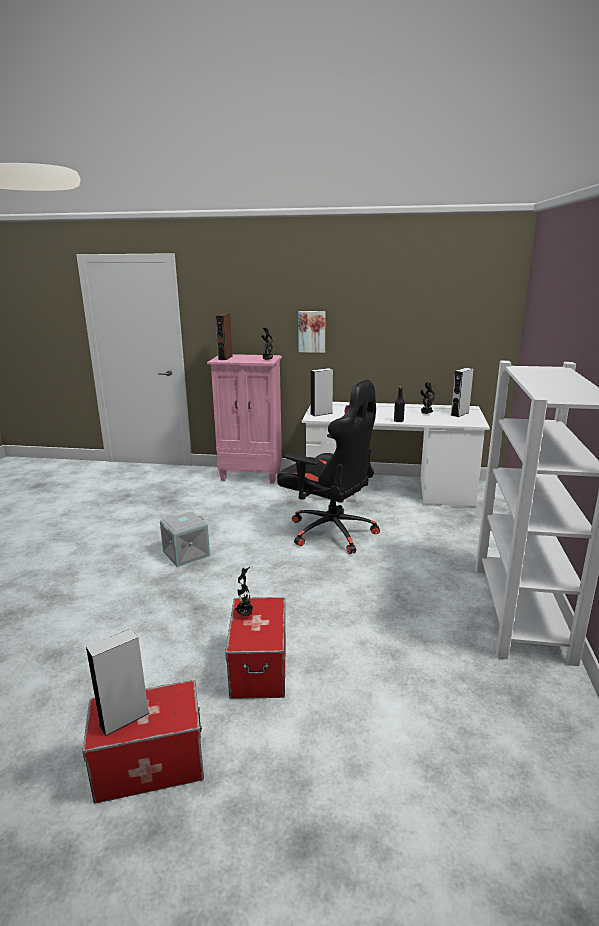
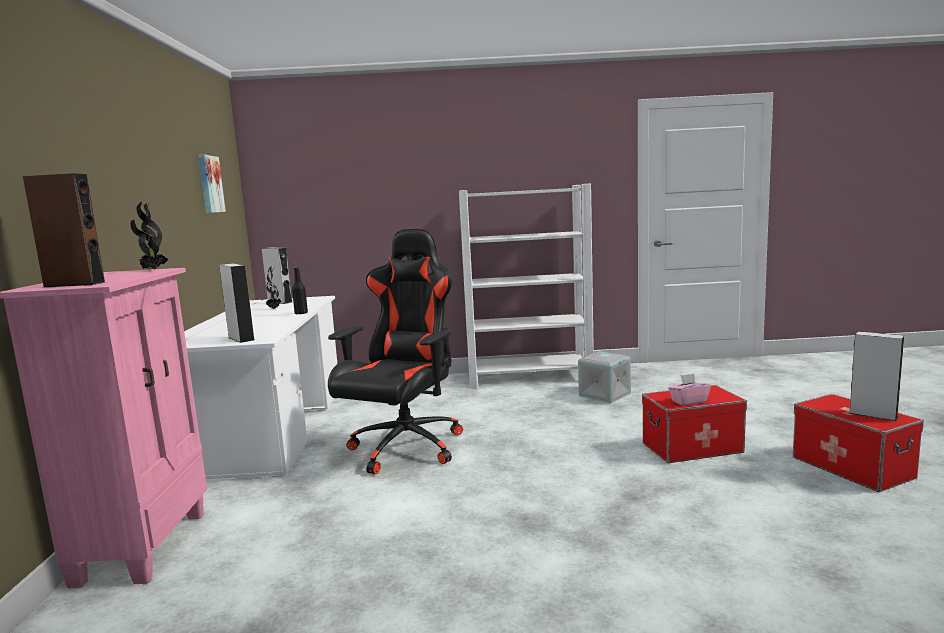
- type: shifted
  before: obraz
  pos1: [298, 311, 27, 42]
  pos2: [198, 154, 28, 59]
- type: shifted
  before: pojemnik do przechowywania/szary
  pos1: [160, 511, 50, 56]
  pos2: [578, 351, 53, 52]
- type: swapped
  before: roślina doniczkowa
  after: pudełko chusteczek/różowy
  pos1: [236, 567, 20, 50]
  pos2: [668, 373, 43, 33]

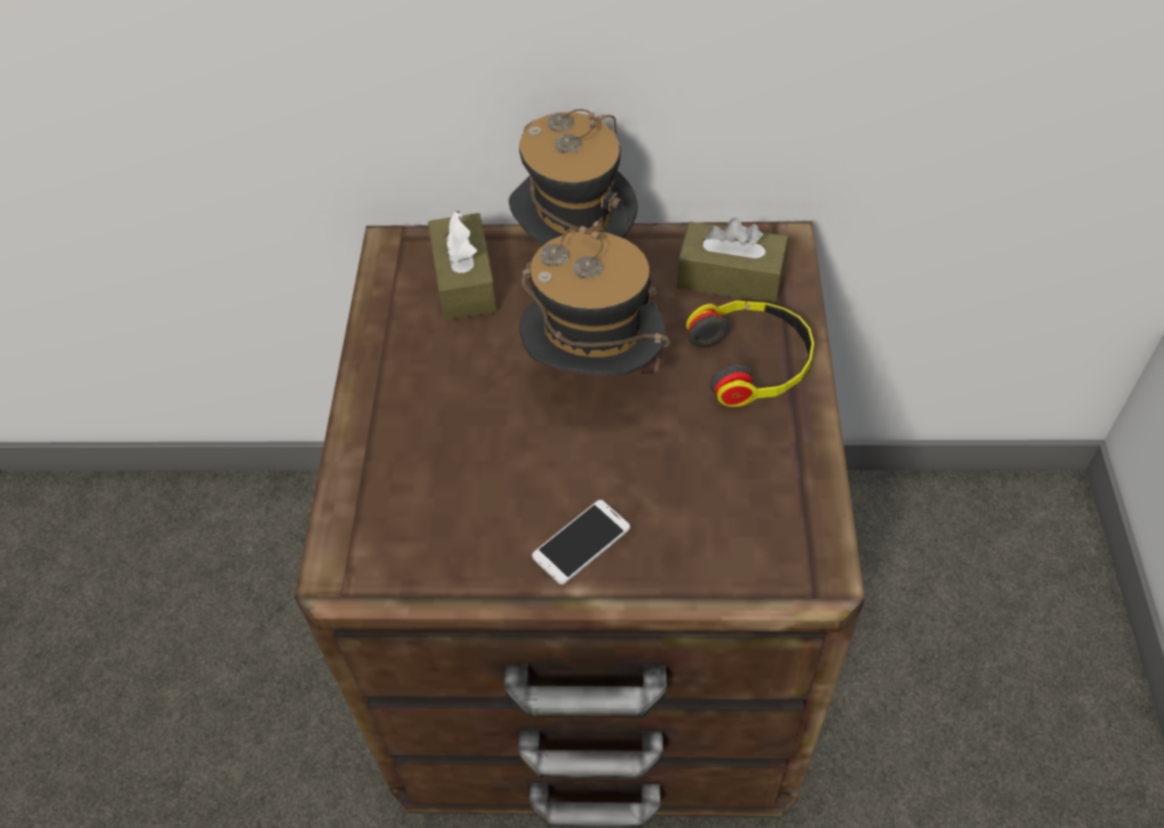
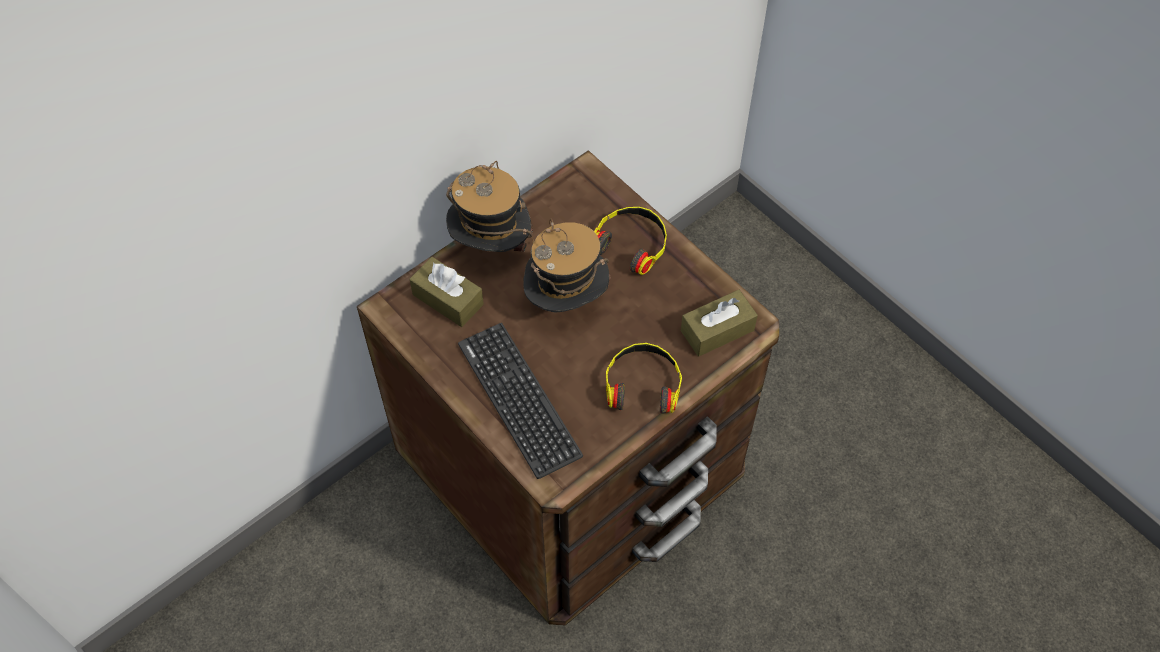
- type: new
  after: klawiatura
  pos2: [458, 323, 125, 156]
- type: swapped
  before: telefon
  after: słuchawki
  pos1: [532, 500, 98, 85]
  pos2: [606, 343, 76, 71]
- type: shifted
  before: pudełko chusteczek/brązowy
  pos1: [677, 217, 112, 87]
  pos2: [681, 290, 77, 67]

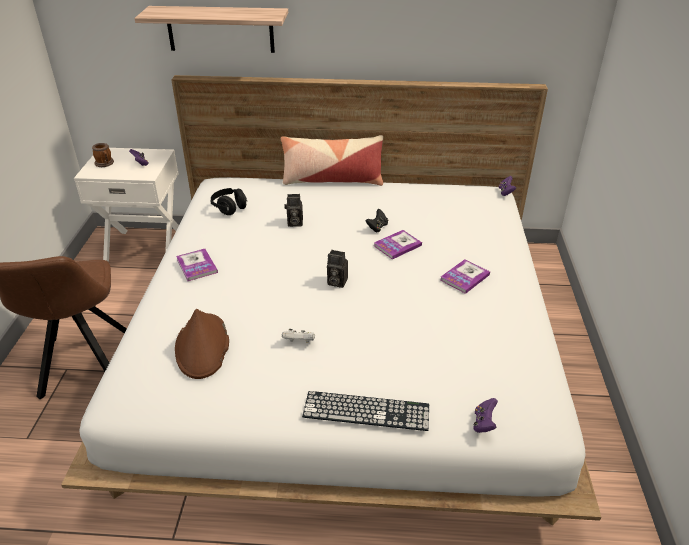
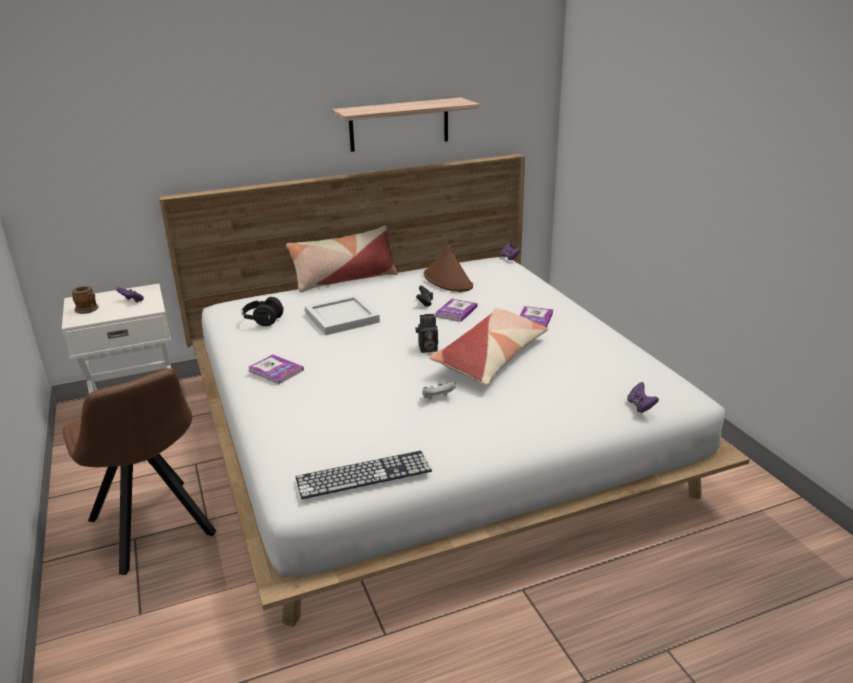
- type: shifted
  before: klawiatura
  pos1: [302, 391, 127, 40]
  pos2: [296, 451, 136, 48]
- type: swapped
  before: aparat fotograficzny
  after: taca/biały
  pos1: [284, 194, 19, 33]
  pos2: [305, 295, 75, 40]
- type: shifted
  before: półka
  pos1: [134, 6, 154, 47]
  pos2: [332, 98, 147, 54]
- type: shifted
  before: kapelusz/brązowy
  pos1: [175, 309, 54, 70]
  pos2: [424, 245, 49, 47]
- type: new
  after: poduszka
  pos2: [429, 308, 119, 77]

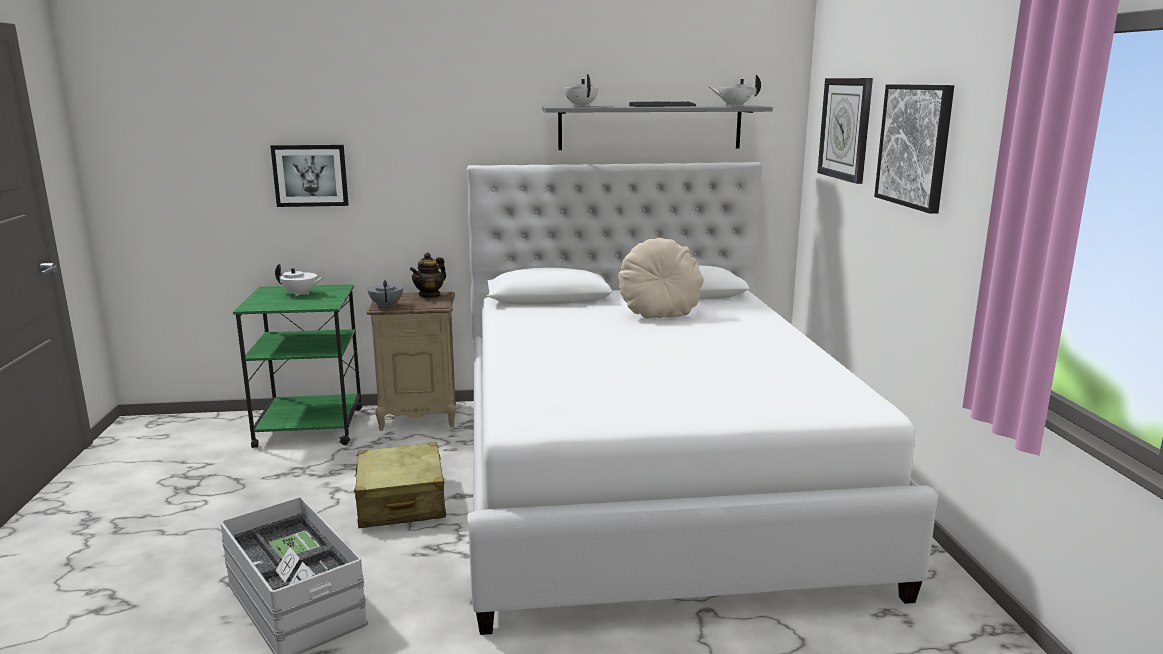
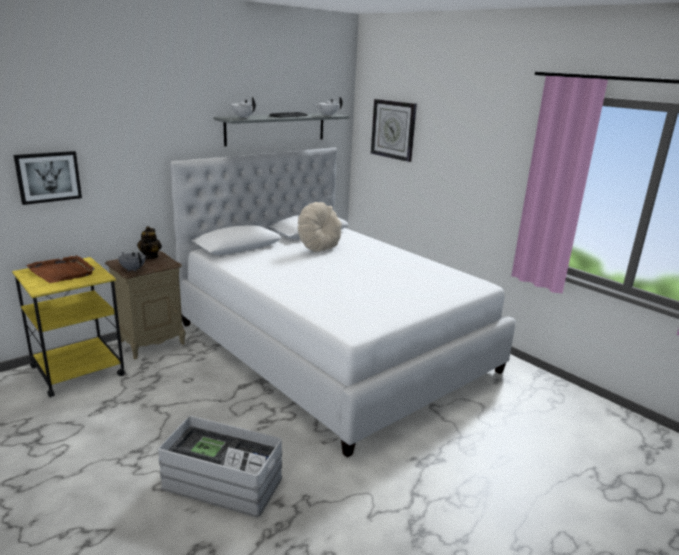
- type: repainted
  before: wózek/zielony
  after: wózek/żółty
  pos1: [233, 284, 130, 164]
  pos2: [12, 257, 113, 140]
- type: swapped
  before: imbryk/biały
  after: taca/brązowy
  pos1: [275, 264, 49, 33]
  pos2: [26, 255, 69, 28]
- type: gone
  before: walizka/beżowy
  pos1: [354, 442, 92, 86]
- type: gone
  before: obraz
  pos1: [874, 84, 80, 130]

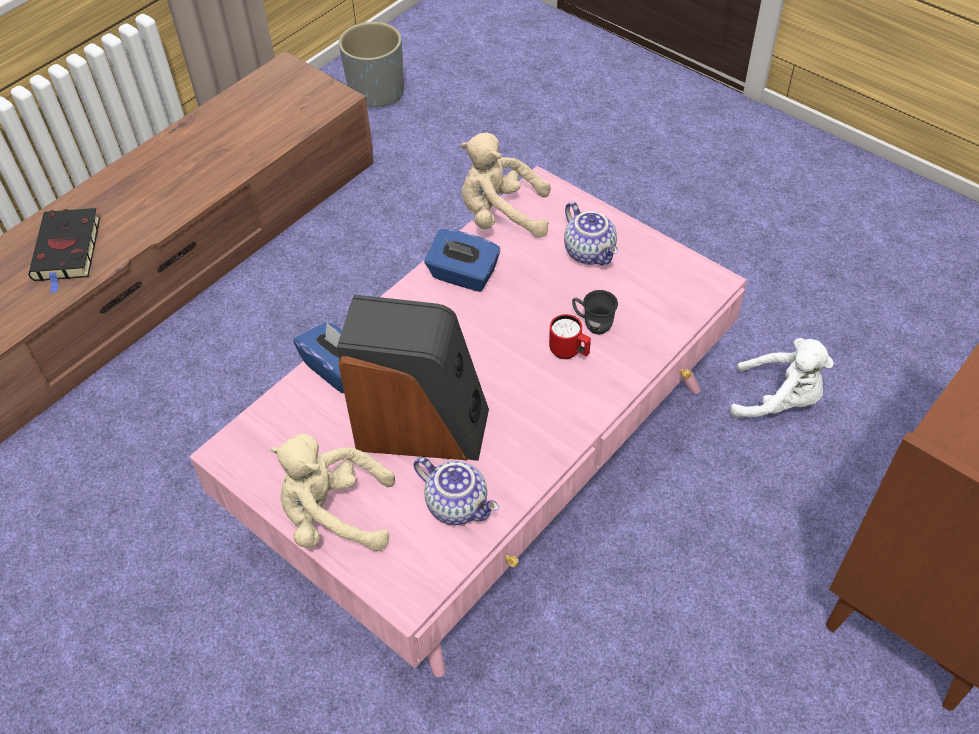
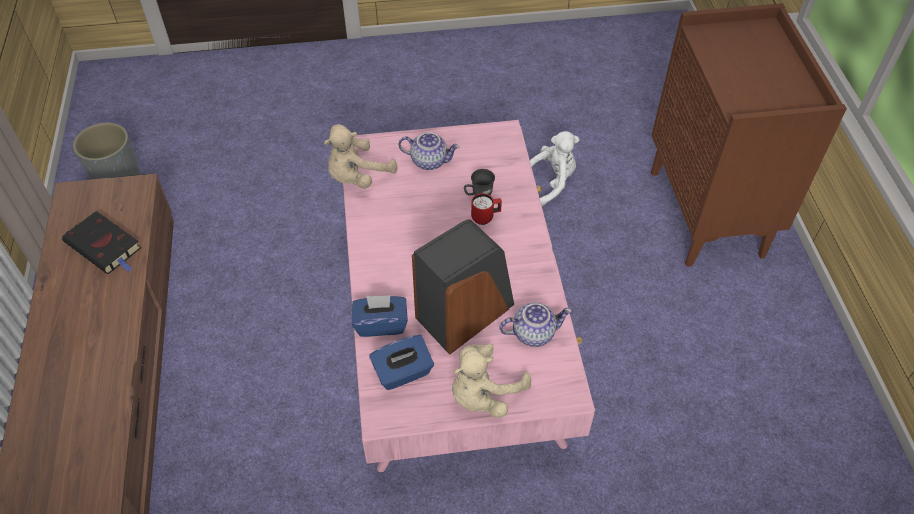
- type: shifted
  before: książka/czarny
  pos1: [29, 208, 71, 85]
  pos2: [62, 211, 79, 63]
- type: shifted
  before: pudełko chusteczek/niebieski
  pos1: [424, 229, 76, 63]
  pos2: [369, 335, 65, 55]

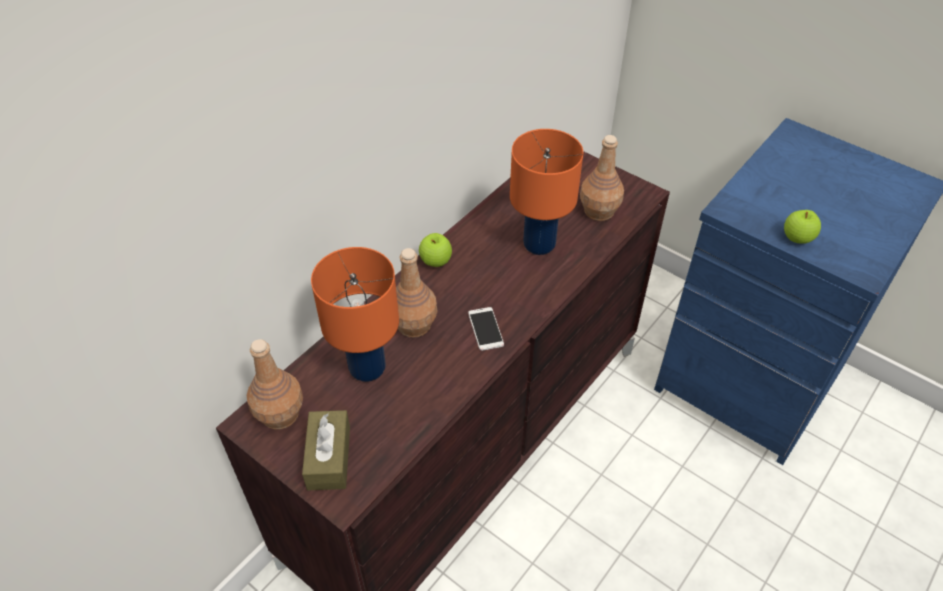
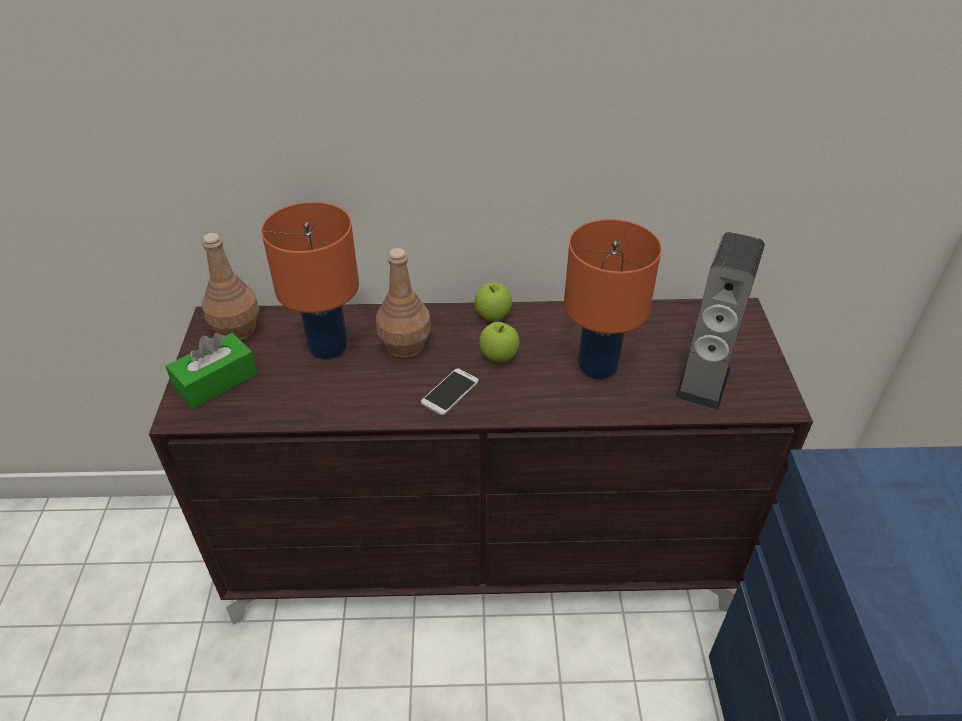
- type: repainted
  before: pudełko chusteczek/brązowy
  after: pudełko chusteczek/zielony
  pos1: [302, 410, 48, 80]
  pos2: [165, 333, 93, 76]
- type: shifted
  before: jabłko
  pos1: [784, 210, 37, 34]
  pos2: [479, 322, 40, 40]
- type: swapped
  before: butelka/brązowy
  after: głośnik
  pos1: [580, 135, 44, 86]
  pos2: [675, 232, 90, 178]

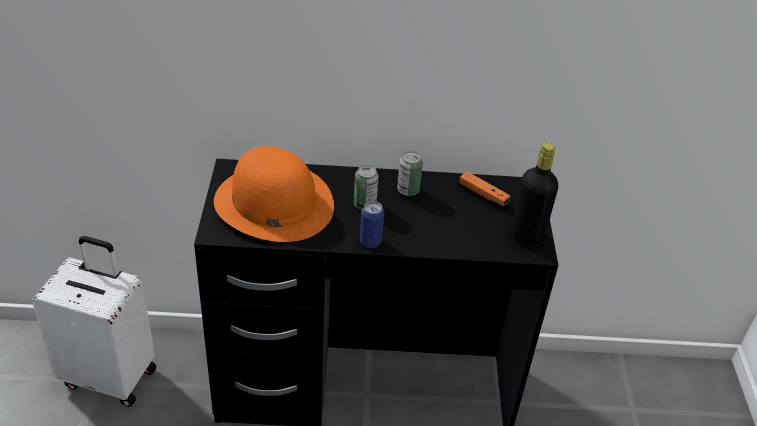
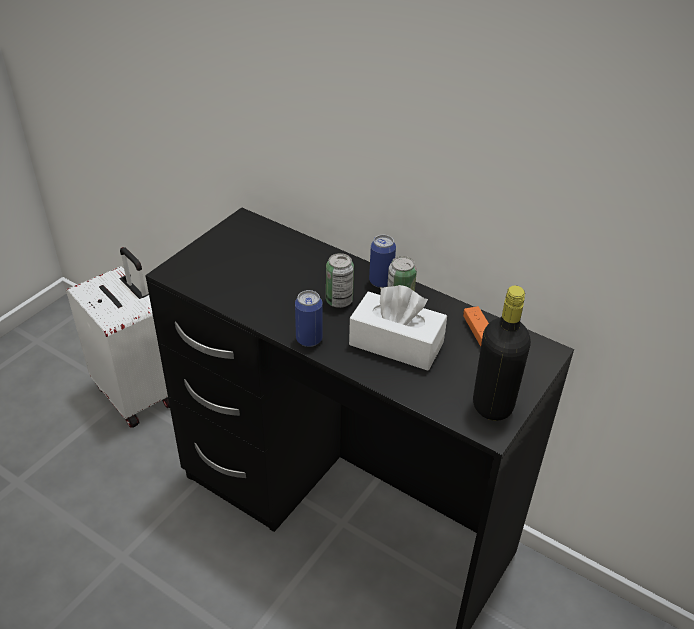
- type: new
  after: pudełko chusteczek/biały
  pos2: [349, 285, 98, 86]
- type: new
  after: puszka
  pos2: [369, 235, 27, 53]
- type: gone
  before: kapelusz/pomarańczowy
  pos1: [214, 146, 120, 96]

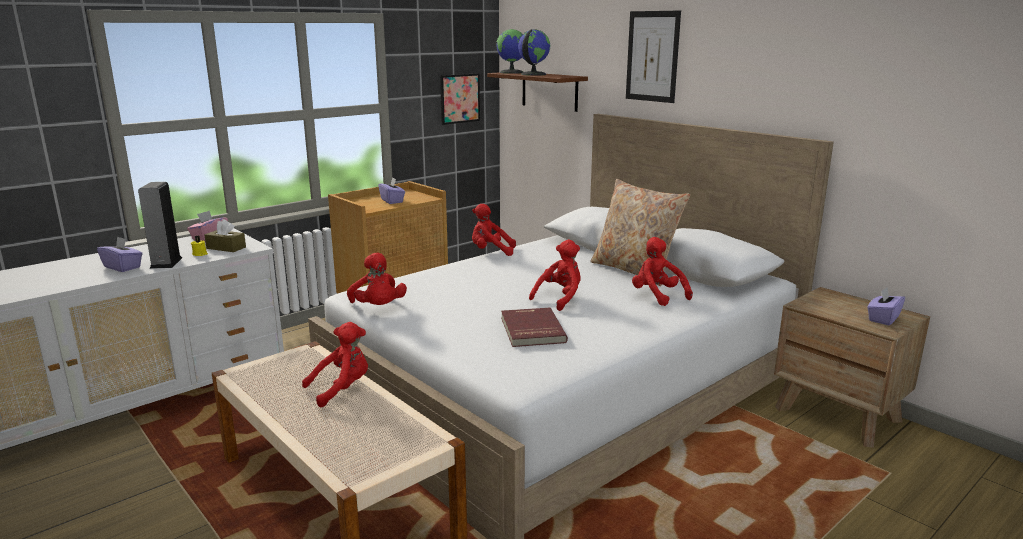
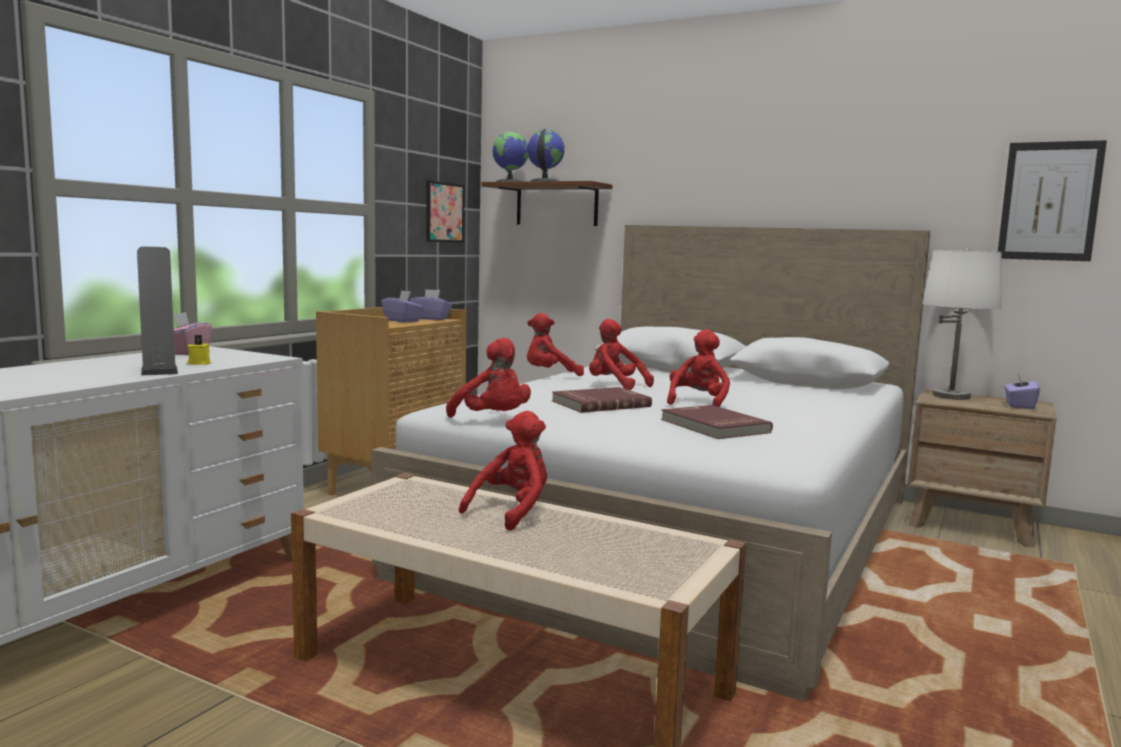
- type: shifted
  before: pudełko chusteczek/fioletowy
  pos1: [97, 236, 46, 36]
  pos2: [409, 289, 43, 31]
- type: new
  after: książka/czerwony
  pos2: [552, 387, 100, 26]
- type: shifted
  before: pluszak/czerwony
  pos1: [632, 237, 61, 69]
  pos2: [589, 319, 65, 71]
- type: new
  after: lampa stołowa/biały
  pos2: [922, 249, 80, 151]
- type: shifted
  before: obraz
  pos1: [626, 11, 55, 92]
  pos2: [998, 140, 109, 121]
- type: gone
  before: pudełko chusteczek/brązowy
  pos1: [205, 219, 41, 33]
- type: gone
  before: poduszka/beżowy
  pos1: [590, 179, 100, 107]

